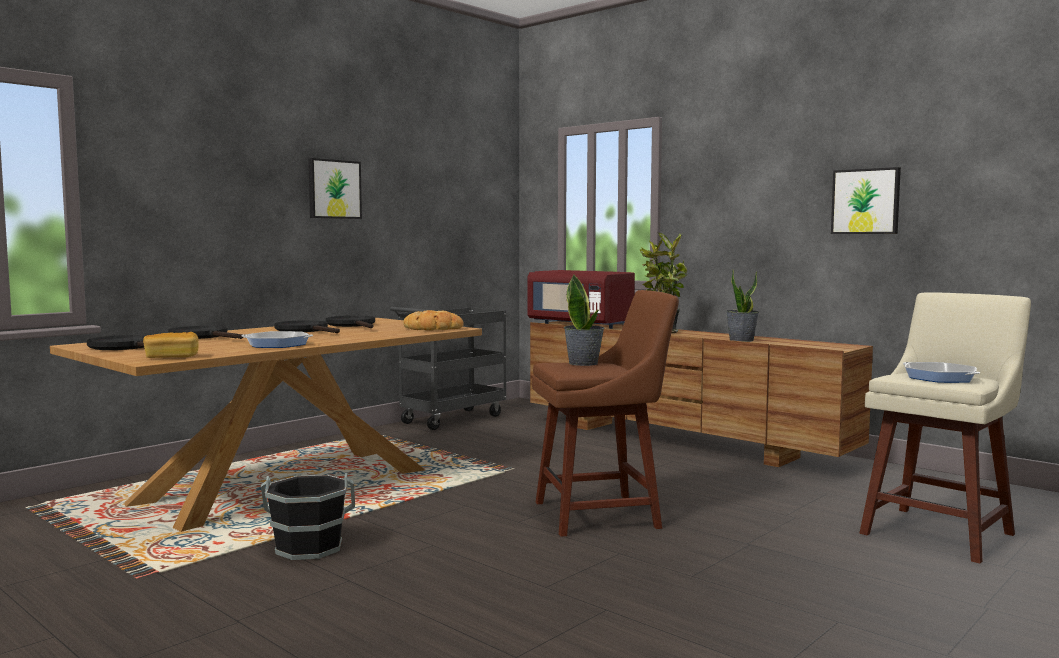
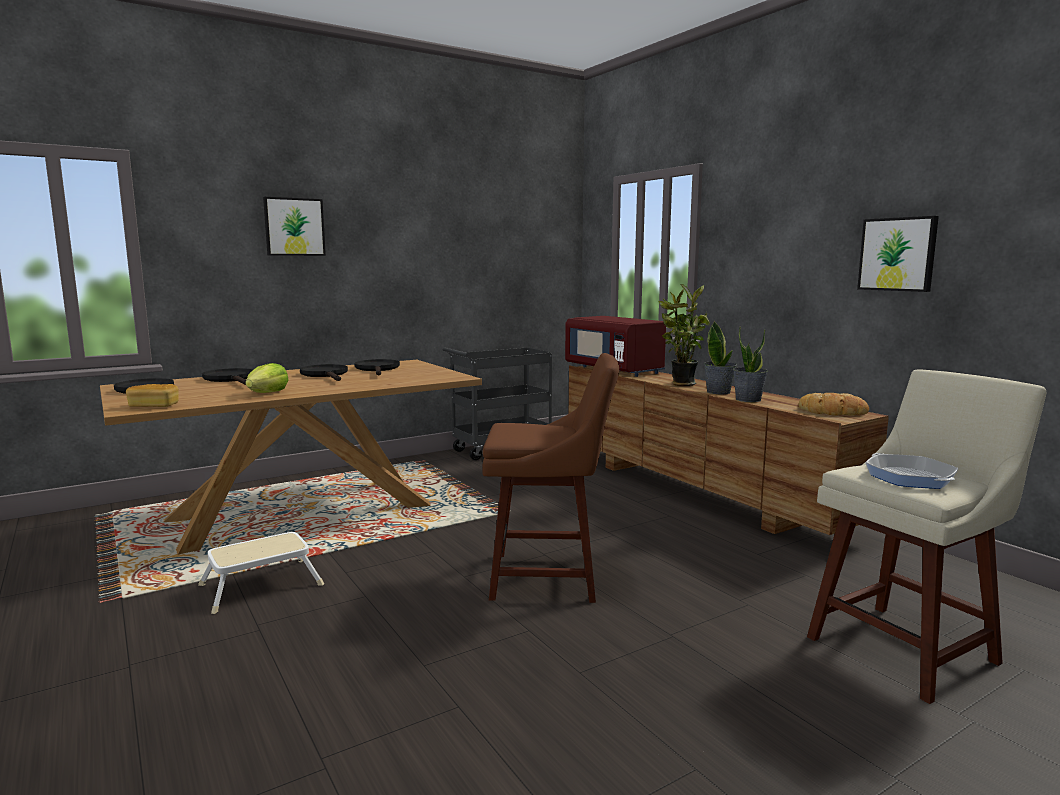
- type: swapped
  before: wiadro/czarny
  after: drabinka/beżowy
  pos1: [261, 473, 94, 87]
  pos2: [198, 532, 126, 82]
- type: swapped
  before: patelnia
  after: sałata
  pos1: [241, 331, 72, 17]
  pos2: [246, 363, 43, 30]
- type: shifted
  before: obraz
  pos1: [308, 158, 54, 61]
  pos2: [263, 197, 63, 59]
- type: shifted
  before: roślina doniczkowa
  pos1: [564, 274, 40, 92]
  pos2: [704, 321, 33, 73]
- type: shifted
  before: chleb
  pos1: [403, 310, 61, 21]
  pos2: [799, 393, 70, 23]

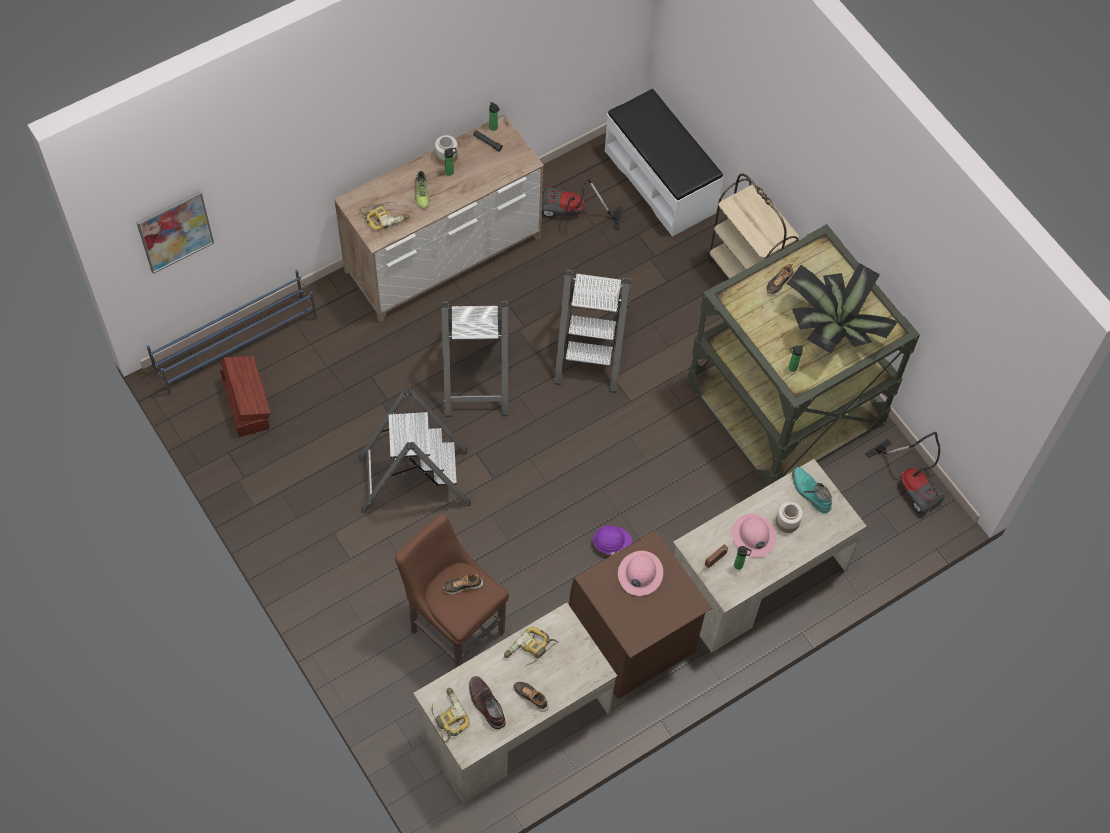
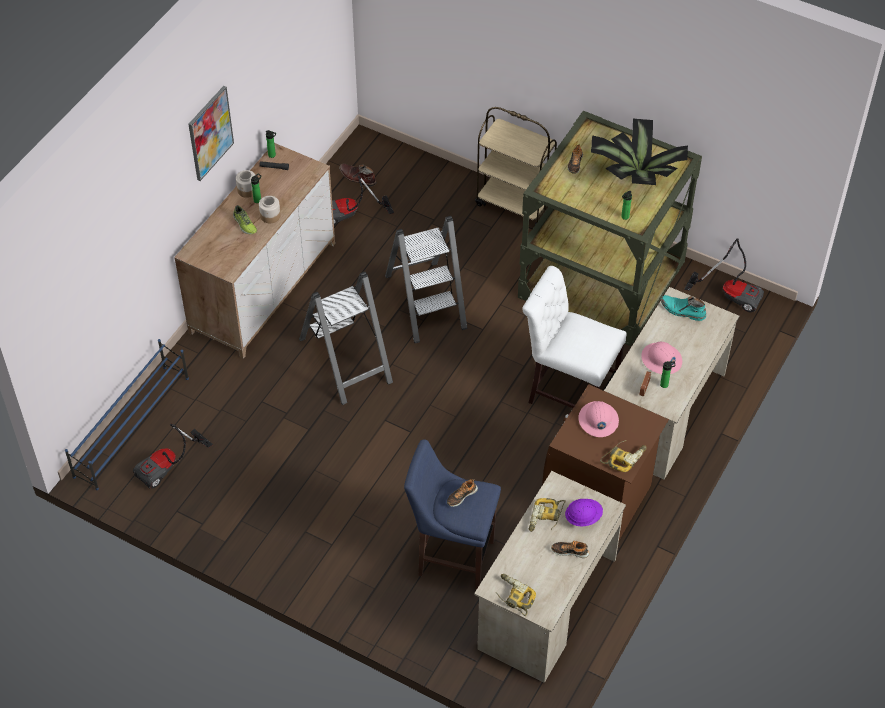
- type: swapped
  before: pojemnik do przechowywania/brązowy
  after: odkurzacz
  pos1: [220, 356, 51, 81]
  pos2: [133, 423, 80, 67]
- type: shifted
  before: obraz
  pos1: [136, 191, 78, 83]
  pos2: [188, 86, 46, 95]
- type: shifted
  before: słoik
  pos1: [776, 502, 27, 31]
  pos2: [259, 196, 22, 27]
- type: shifted
  before: but z cholewką/brązowy
  pos1: [469, 676, 37, 53]
  pos2: [339, 163, 38, 24]
- type: repainted
  before: stołek/brązowy
  after: stołek/niebieski
  pos1: [395, 514, 114, 153]
  pos2: [404, 439, 97, 151]
- type: new
  after: krzesło/biały
  pos2: [522, 266, 105, 142]
- type: shifted
  before: kask/fioletowy
  pos1: [593, 526, 39, 28]
  pos2: [565, 499, 38, 28]
- type: shifted
  before: wiertarka
  pos1: [359, 202, 51, 28]
  pos2: [600, 440, 47, 32]
- type: gone
  before: drabinka/szary
  pos1: [359, 388, 112, 125]
- type: gone
  before: ławka/biały
  pos1: [605, 89, 118, 148]

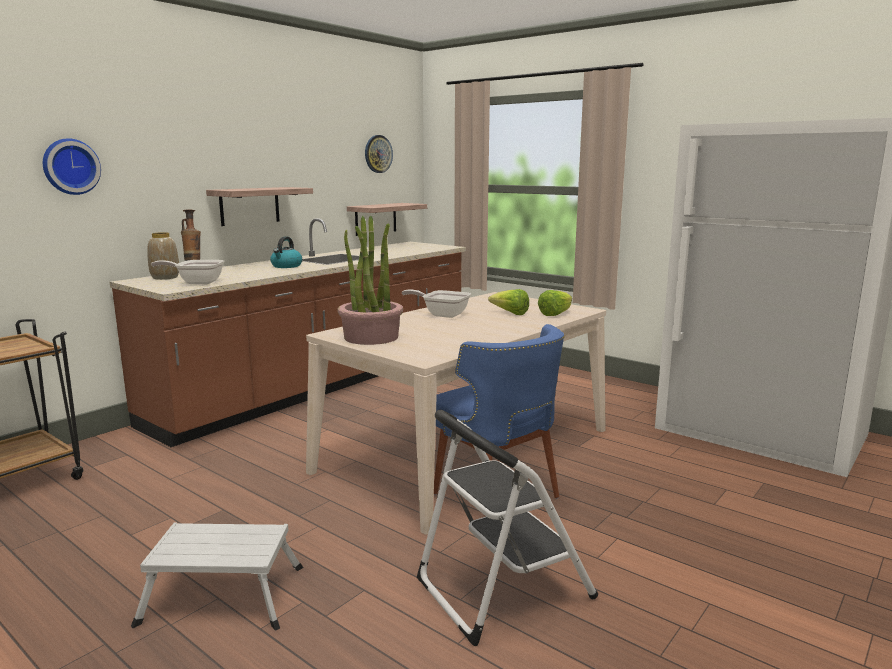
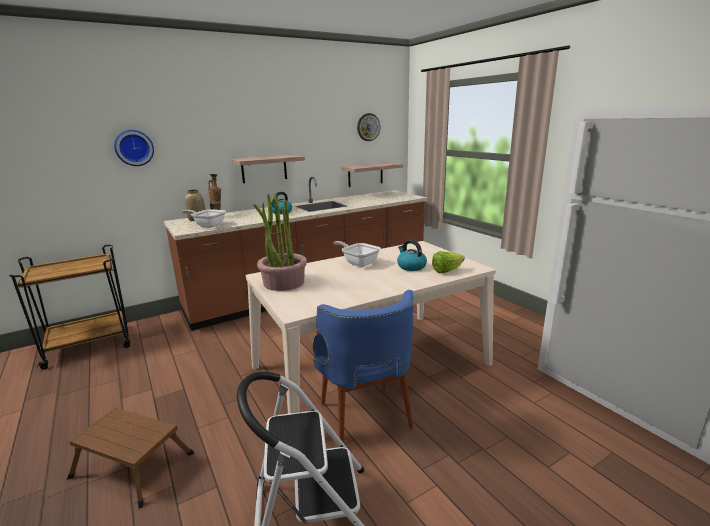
- type: repainted
  before: drabinka/biały
  after: drabinka/brązowy
  pos1: [131, 523, 173, 108]
  pos2: [67, 407, 127, 102]
- type: swapped
  before: sałata
  after: czajnik
  pos1: [488, 289, 41, 26]
  pos2: [397, 240, 30, 31]

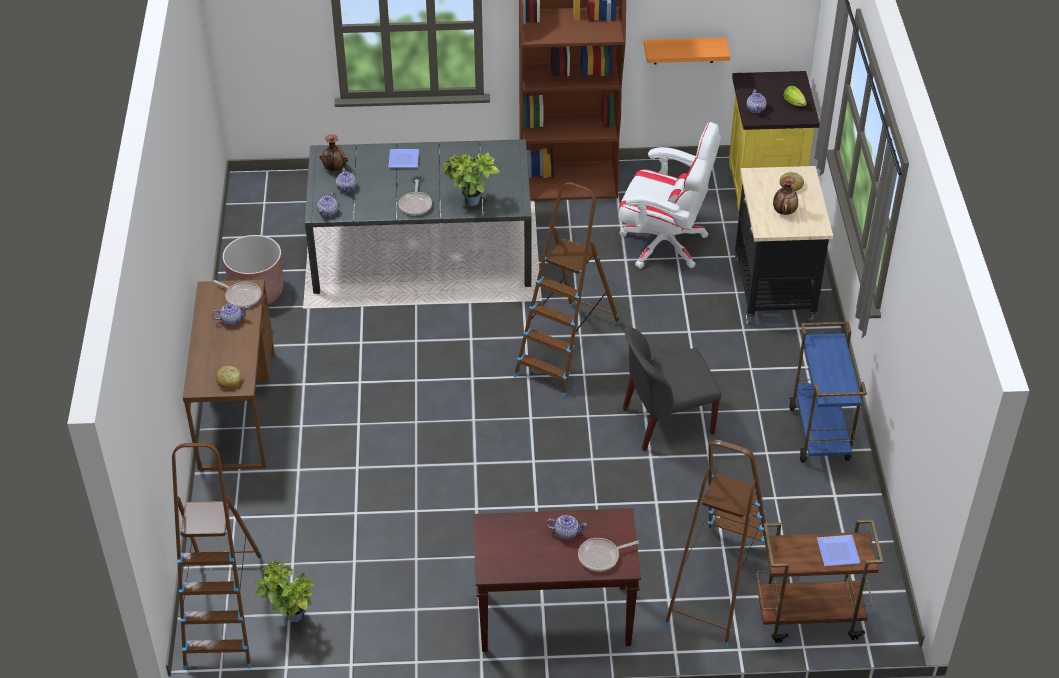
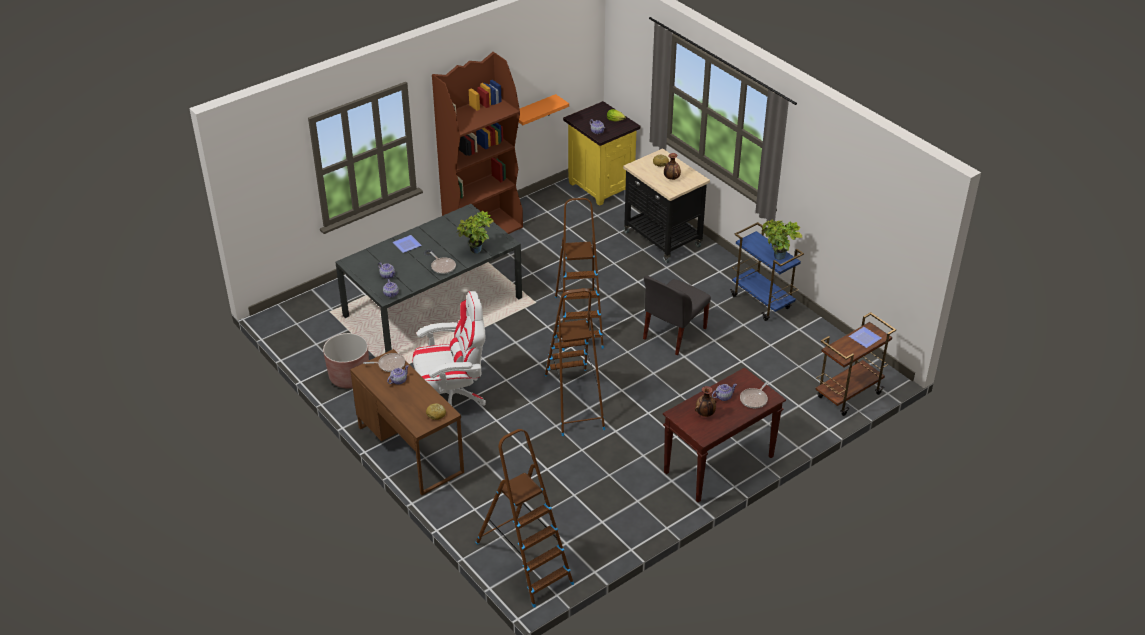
- type: shifted
  before: krzesło biurowe/biały
  pos1: [618, 122, 103, 147]
  pos2: [413, 291, 73, 115]
- type: shifted
  before: drabinka/brązowy
  pos1: [665, 440, 102, 207]
  pos2: [545, 288, 60, 148]
- type: shifted
  before: wazon
  pos1: [320, 134, 28, 37]
  pos2: [695, 386, 22, 31]
- type: shifted
  before: roślina doniczkowa
  pos1: [254, 560, 60, 62]
  pos2: [761, 220, 41, 40]

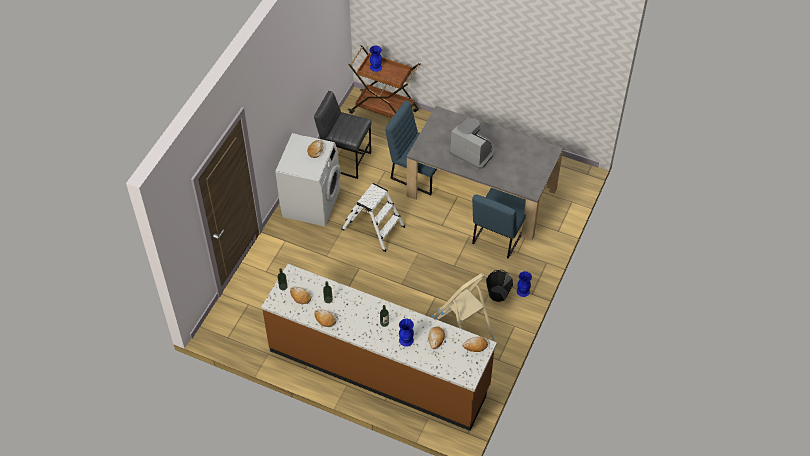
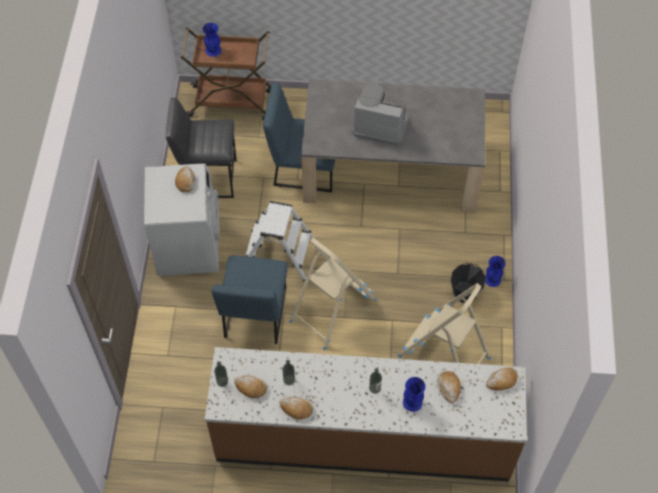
- type: shifted
  before: krzesło/niebieski
  pos1: [472, 188, 54, 71]
  pos2: [211, 256, 77, 88]
- type: new
  after: drabinka/beżowy
  pos2: [290, 238, 87, 112]

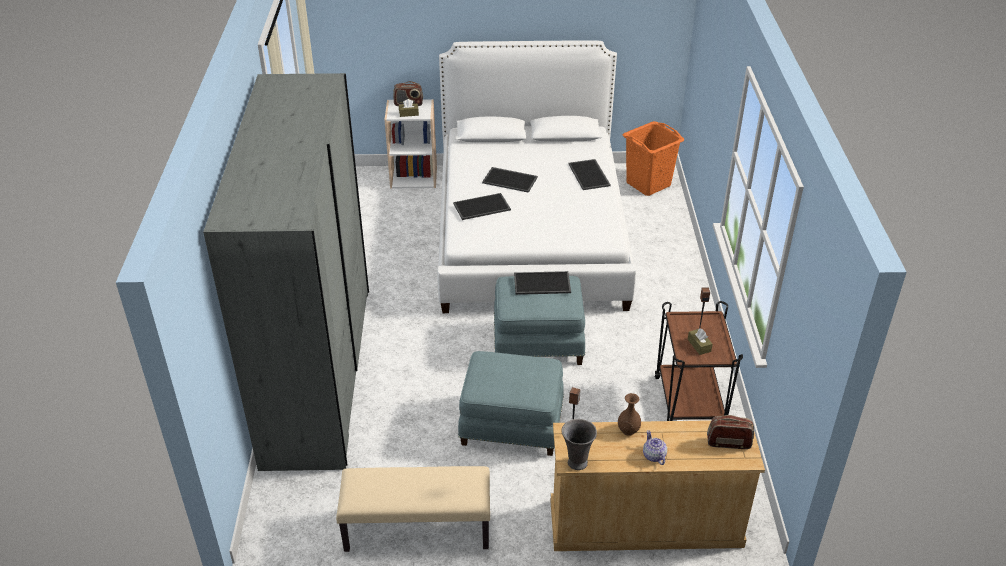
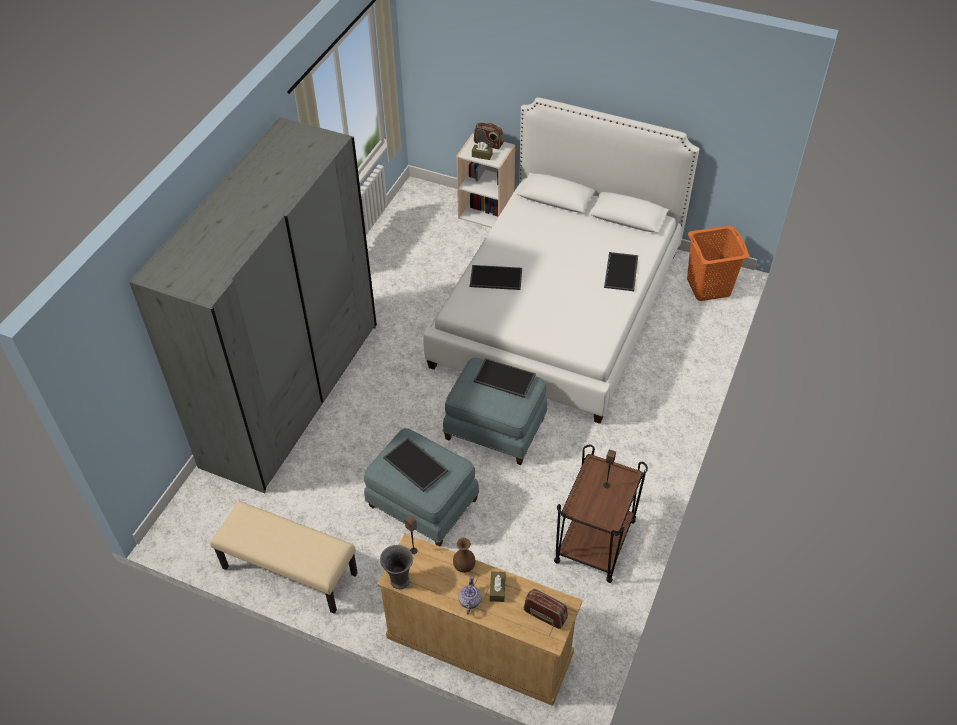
- type: shifted
  before: taca
  pos1: [482, 167, 56, 26]
  pos2: [383, 437, 65, 55]
- type: shifted
  before: pudełko chusteczek/brązowy
  pos1: [688, 328, 24, 27]
  pos2: [490, 571, 16, 31]

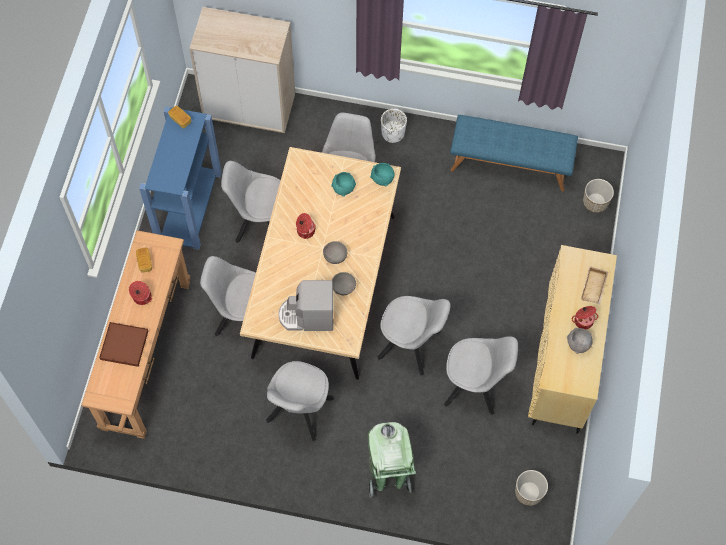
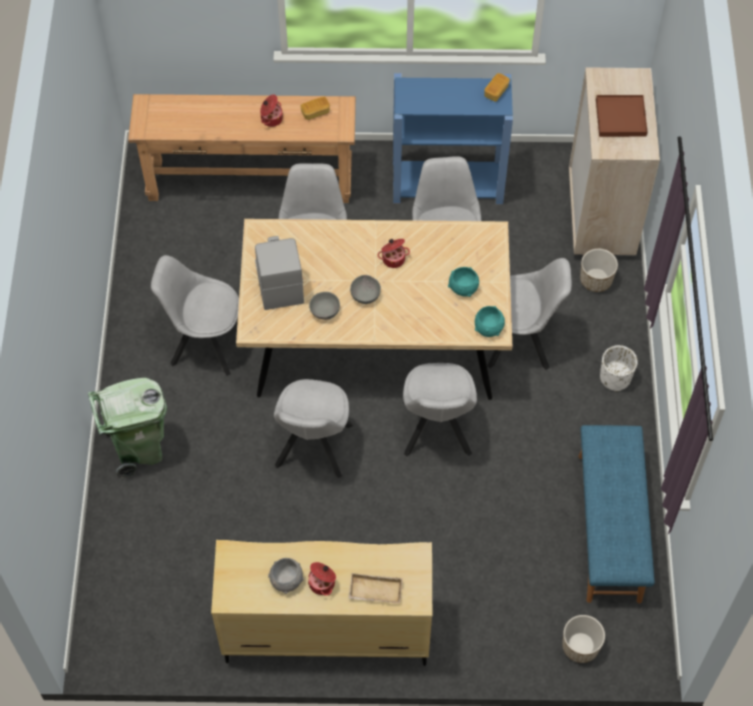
- type: shifted
  before: krzesło/szary
  pos1: [444, 336, 74, 79]
  pos2: [403, 363, 74, 94]
- type: shifted
  before: donica
  pos1: [515, 470, 33, 36]
  pos2: [580, 249, 38, 43]
- type: shifted
  before: taca/brązowy
  pos1: [99, 322, 49, 45]
  pos2: [596, 95, 52, 42]

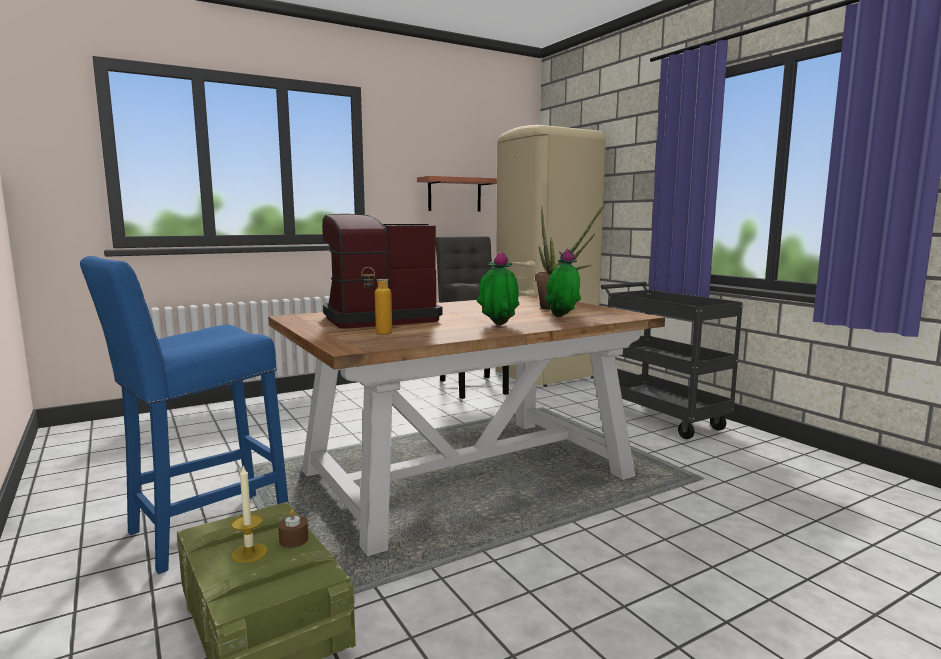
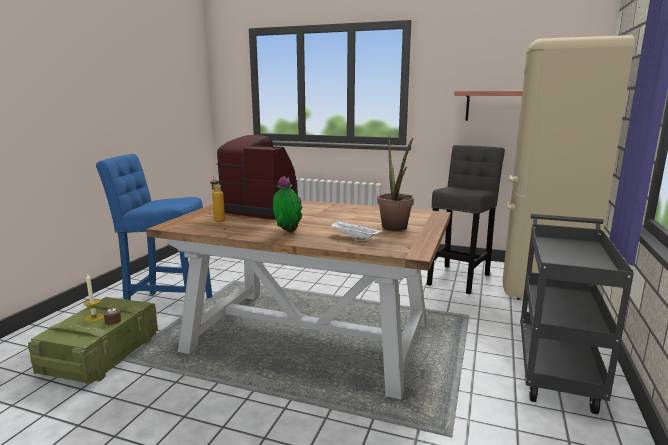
- type: swapped
  before: roślina doniczkowa
  after: taca/biały
  pos1: [544, 249, 37, 68]
  pos2: [329, 220, 54, 20]

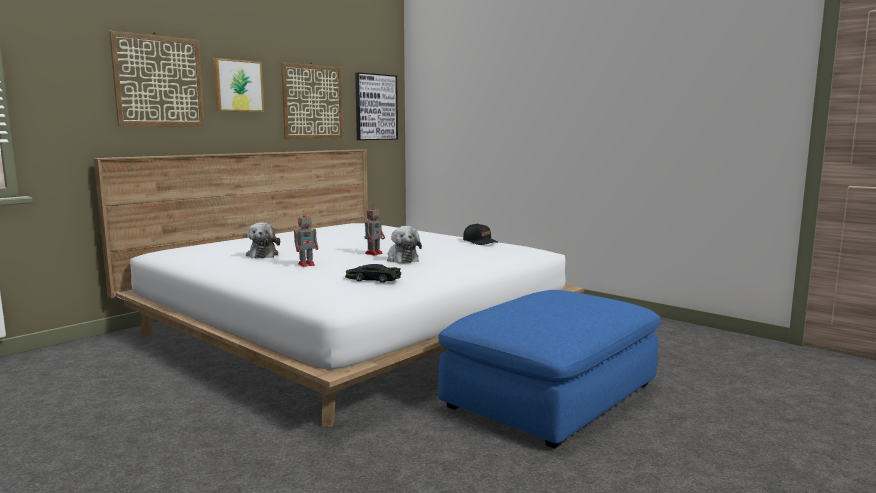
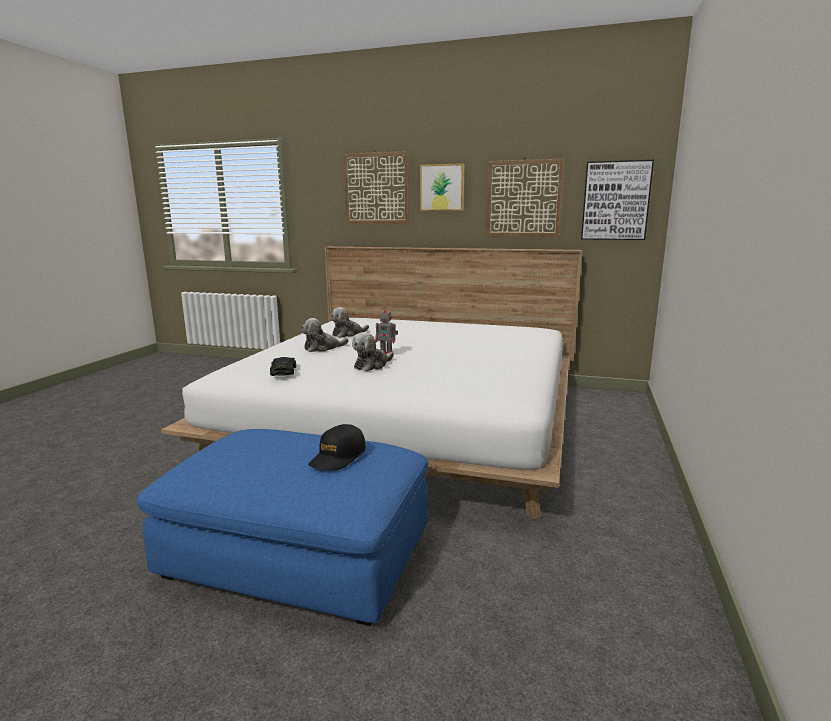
- type: swapped
  before: robot zabawkowy
  after: pluszak
  pos1: [294, 210, 24, 57]
  pos2: [301, 318, 48, 34]
- type: shifted
  before: czapka z daszkiem/czarny
  pos1: [463, 223, 35, 22]
  pos2: [308, 424, 58, 46]

